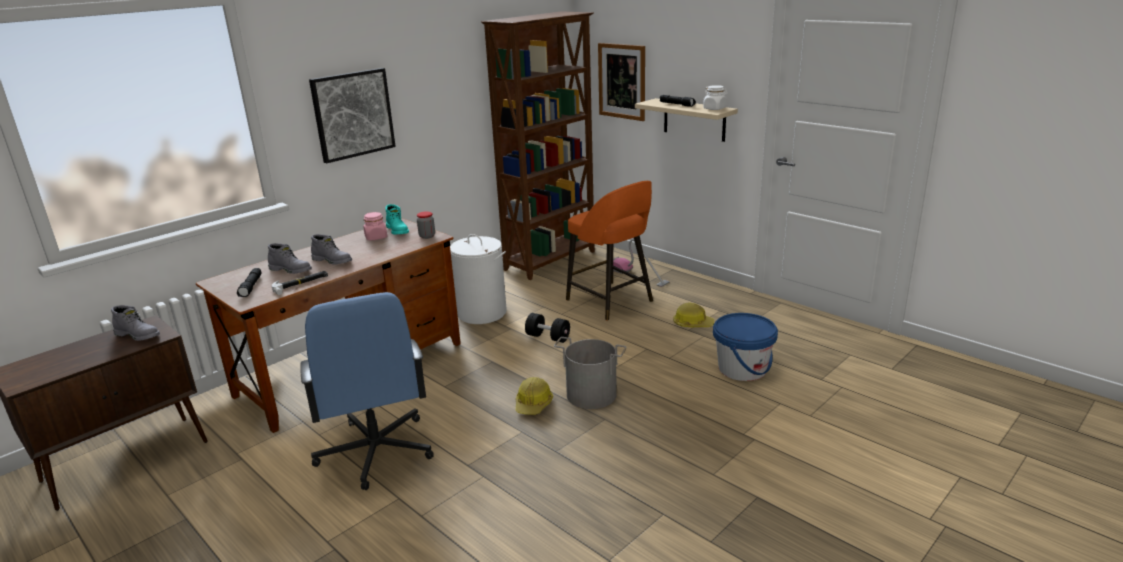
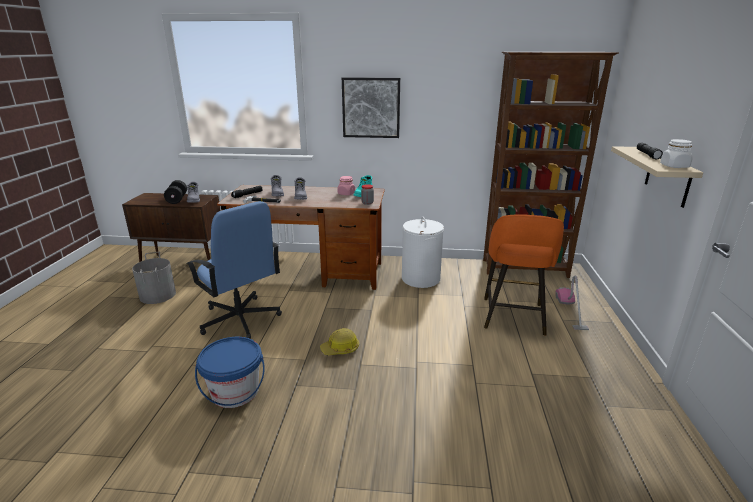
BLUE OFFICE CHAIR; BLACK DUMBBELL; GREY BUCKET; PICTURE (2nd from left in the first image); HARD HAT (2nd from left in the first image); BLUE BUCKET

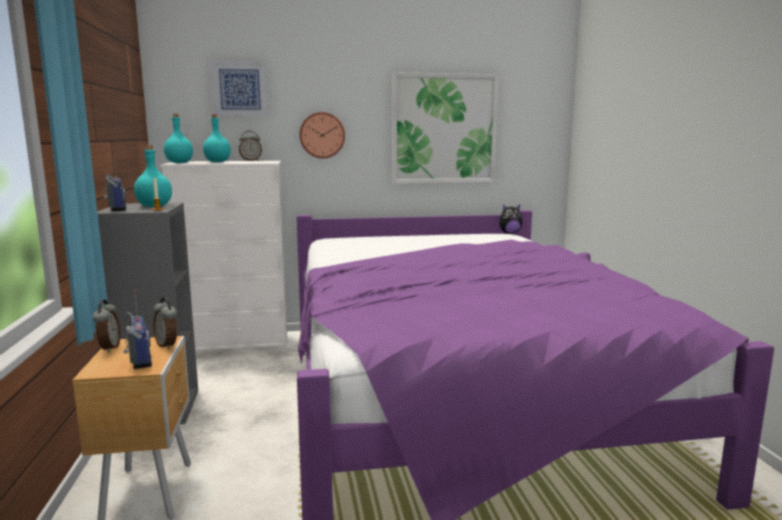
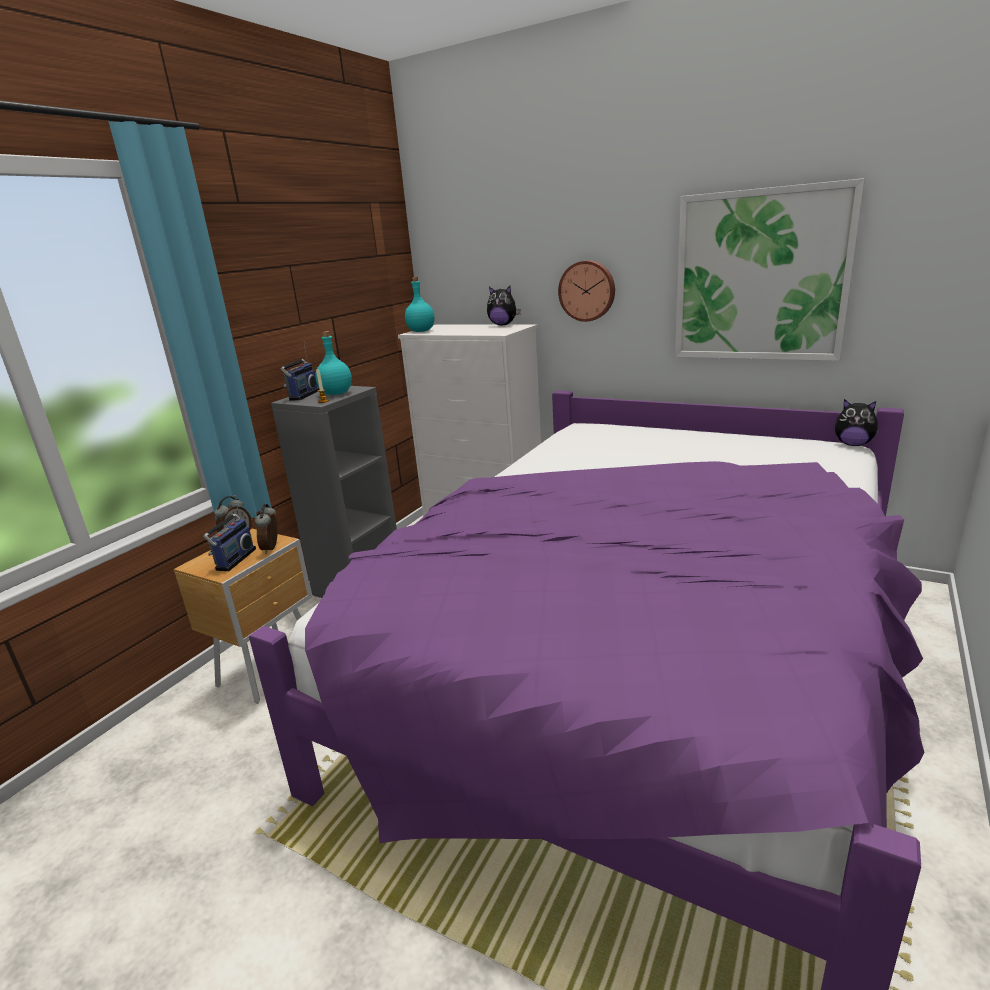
TURQUOISE BOTTLE (3rd from left in the first image); PICTURE (1st from left in the first image); PLUSH TOY (1st from left)

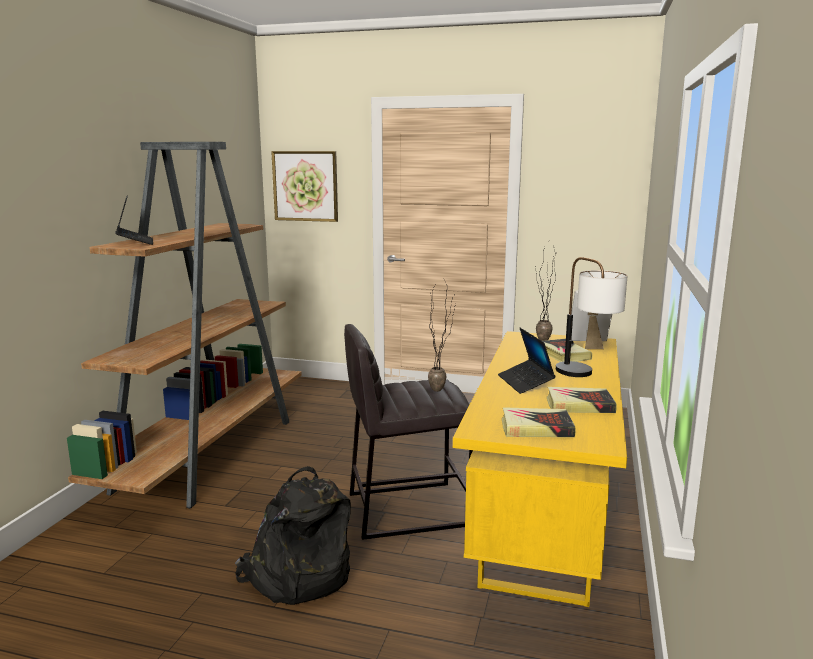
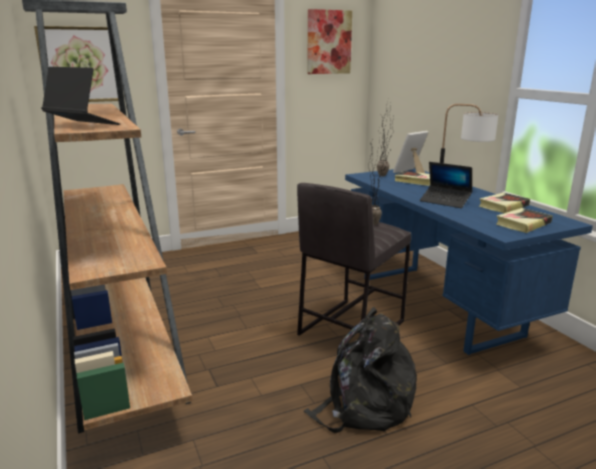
BLUE DESK; PICTURE (2nd from left)

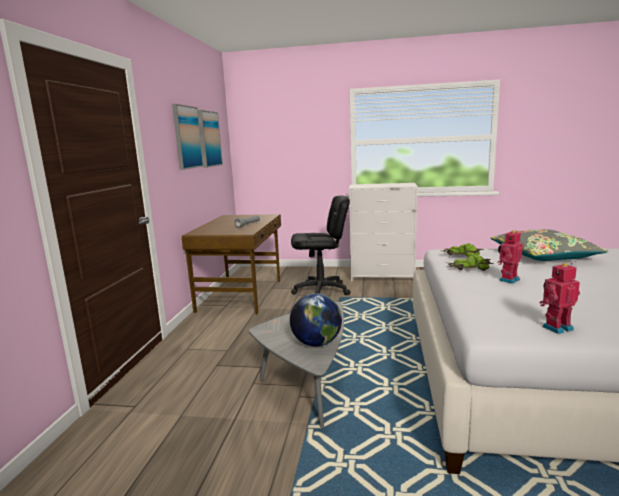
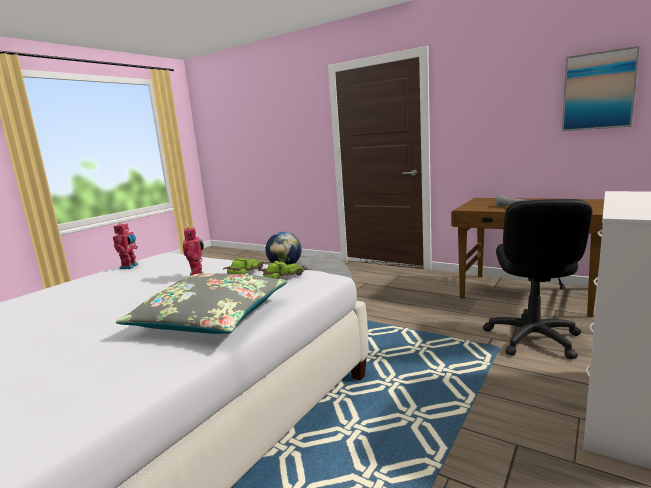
PICTURE (1st from left in the first image)

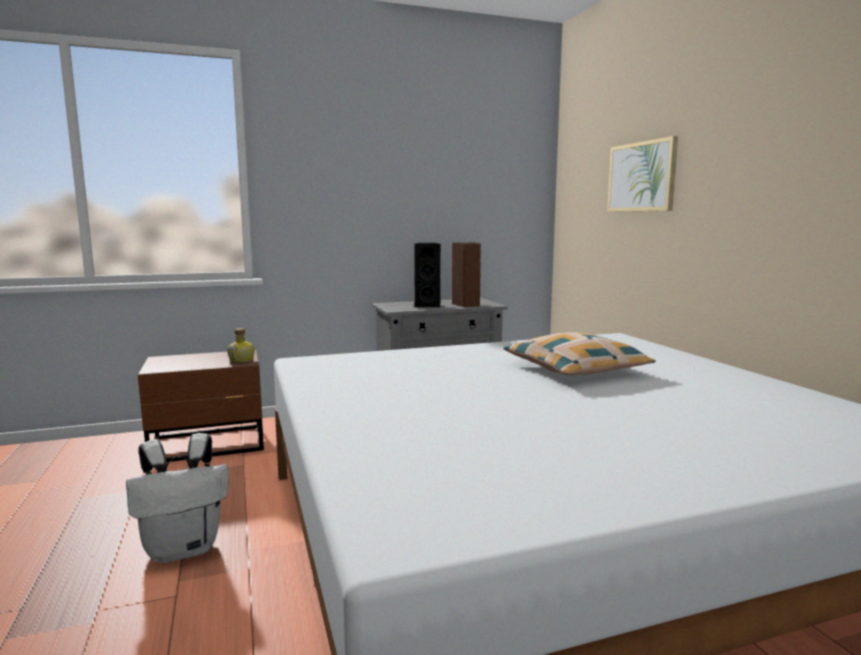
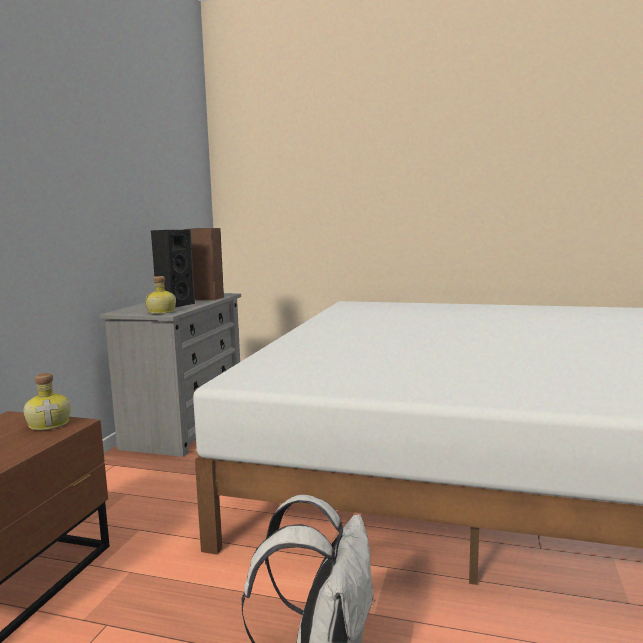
PILLOW; PICTURE; BOTTLE (2nd from left)

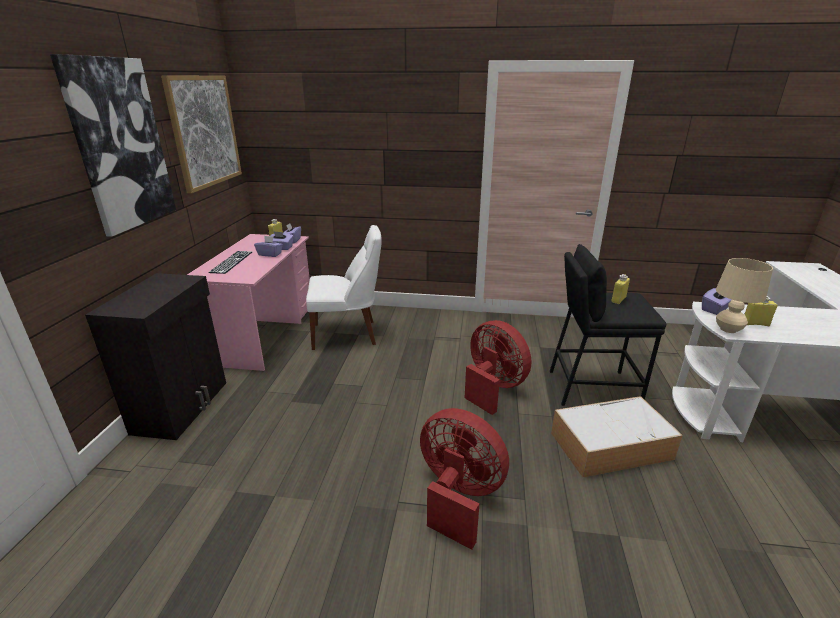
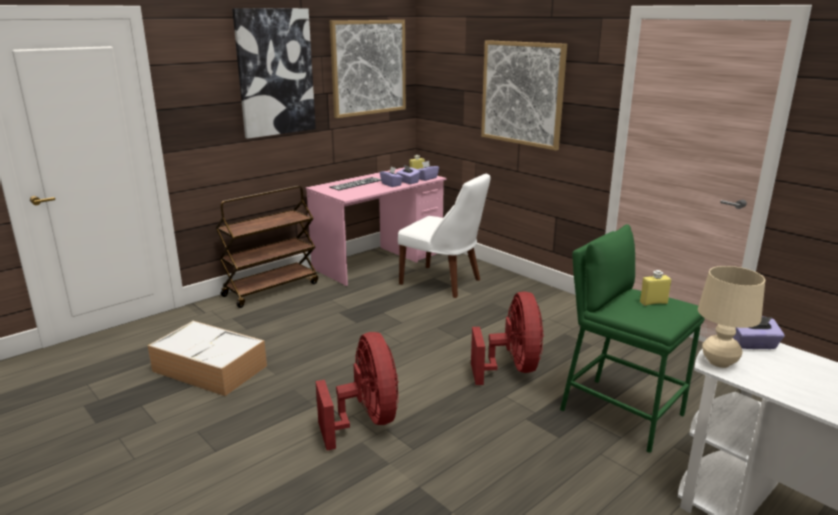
BROWN CART; GREEN STOOL; STORAGE BOX; YELLOW BOTTLE (3rd from left in the first image); PICTURE (3rd from left)

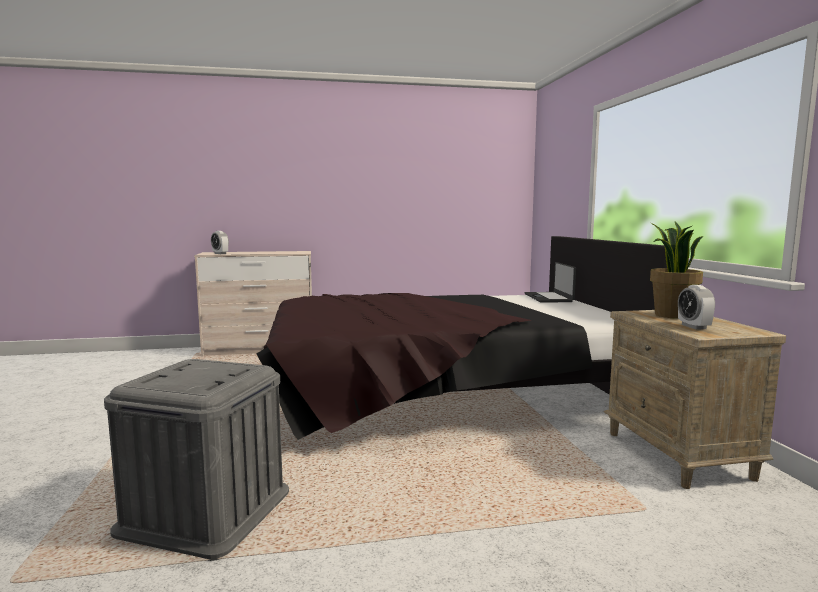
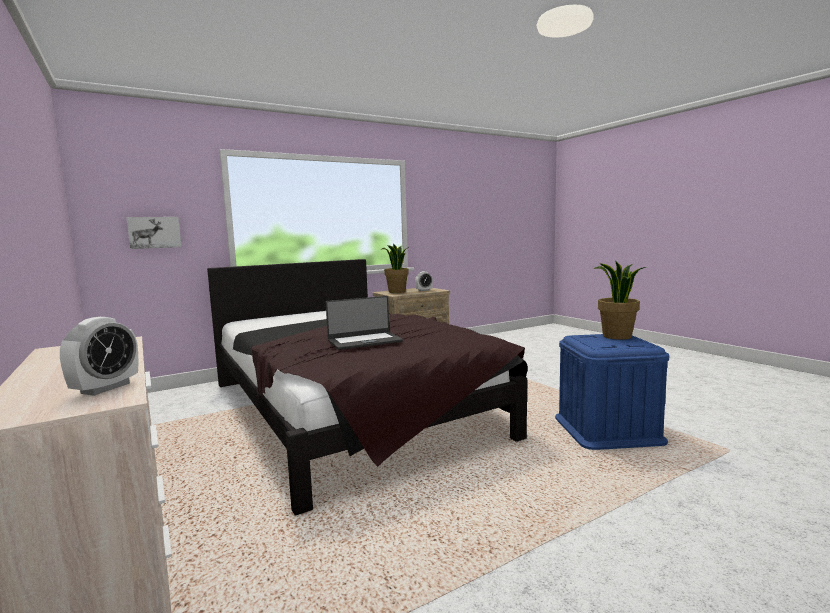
BLUE STORAGE BOX; LAPTOP; PICTURE; POTTED PLANT (2nd from left)

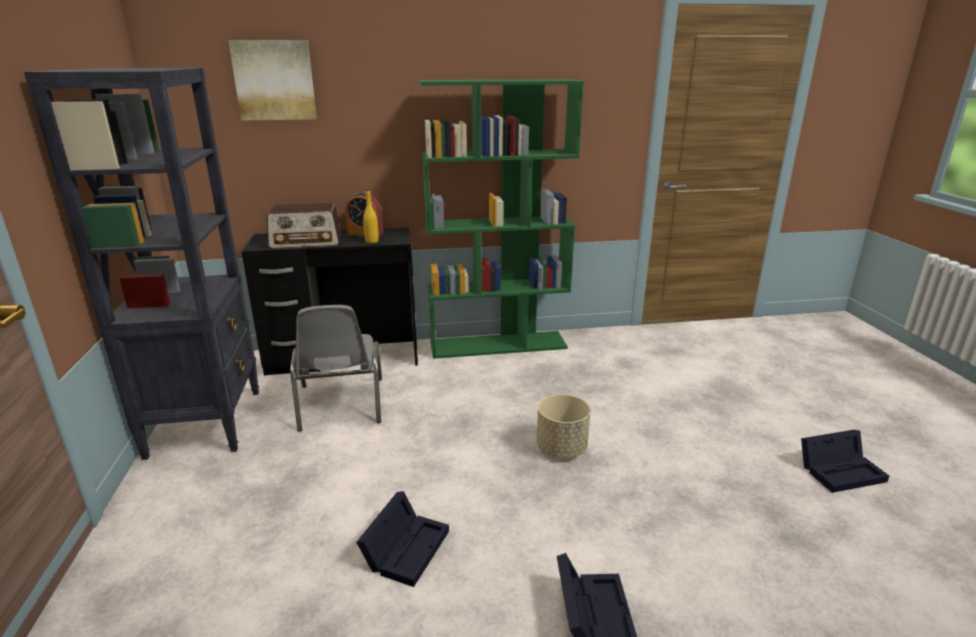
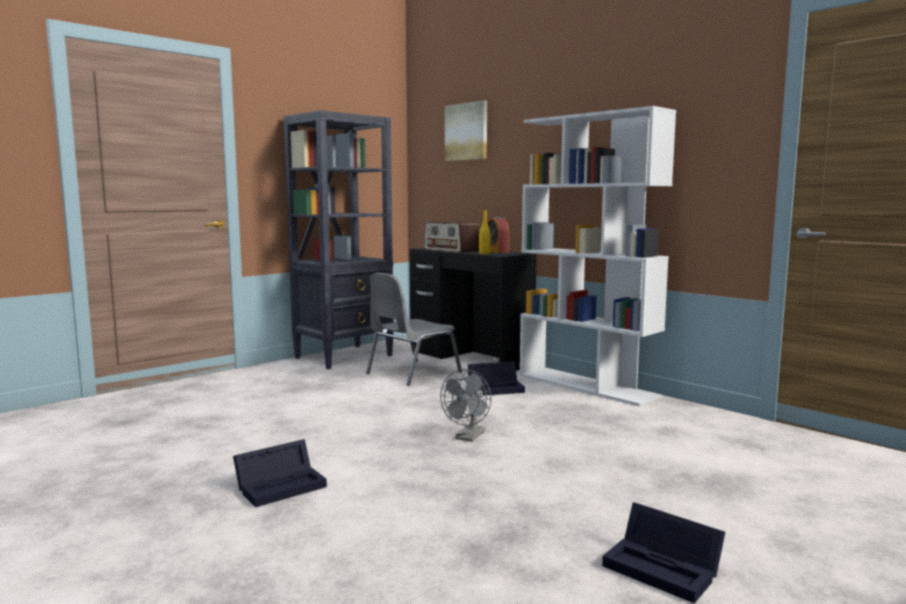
BLACK STORAGE BOX (2nd from left); WHITE BOOKCASE; GREY FAN

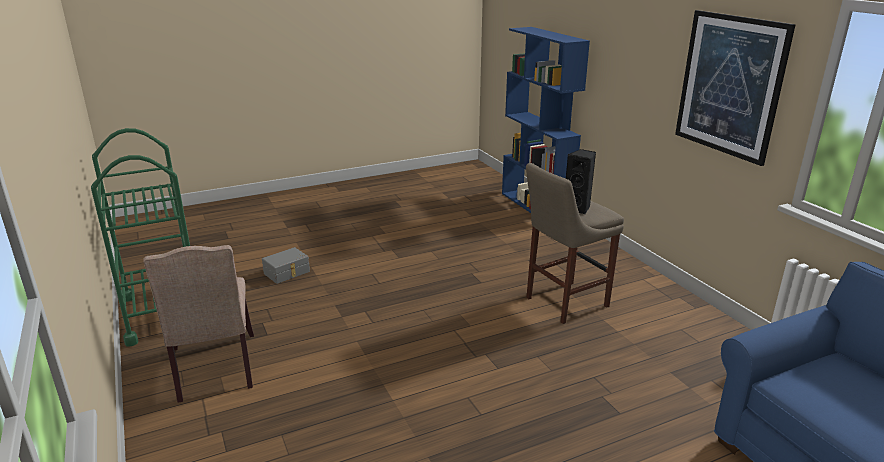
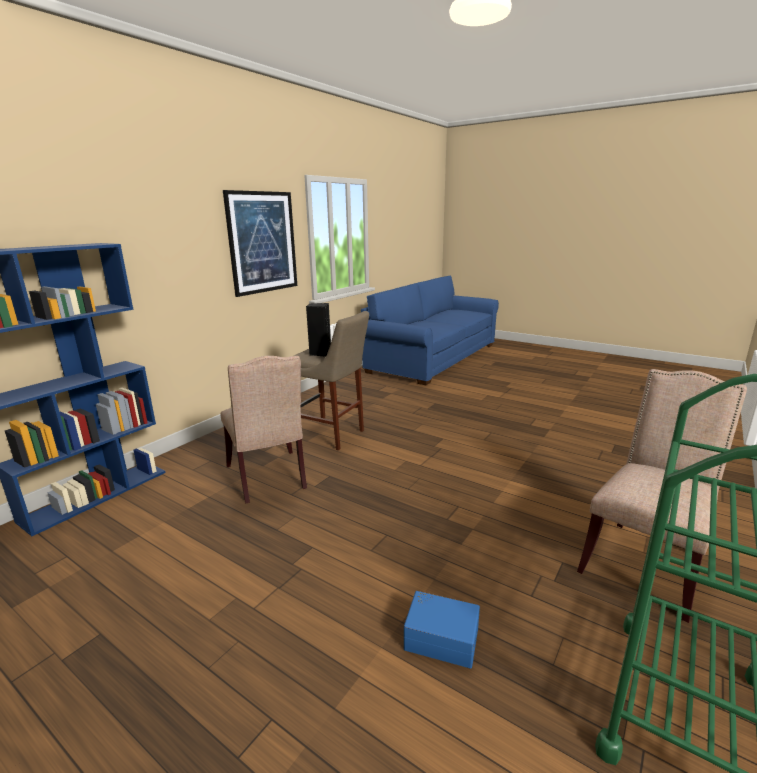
BLUE STORAGE BOX; BEIGE CHAIR (1st from left)

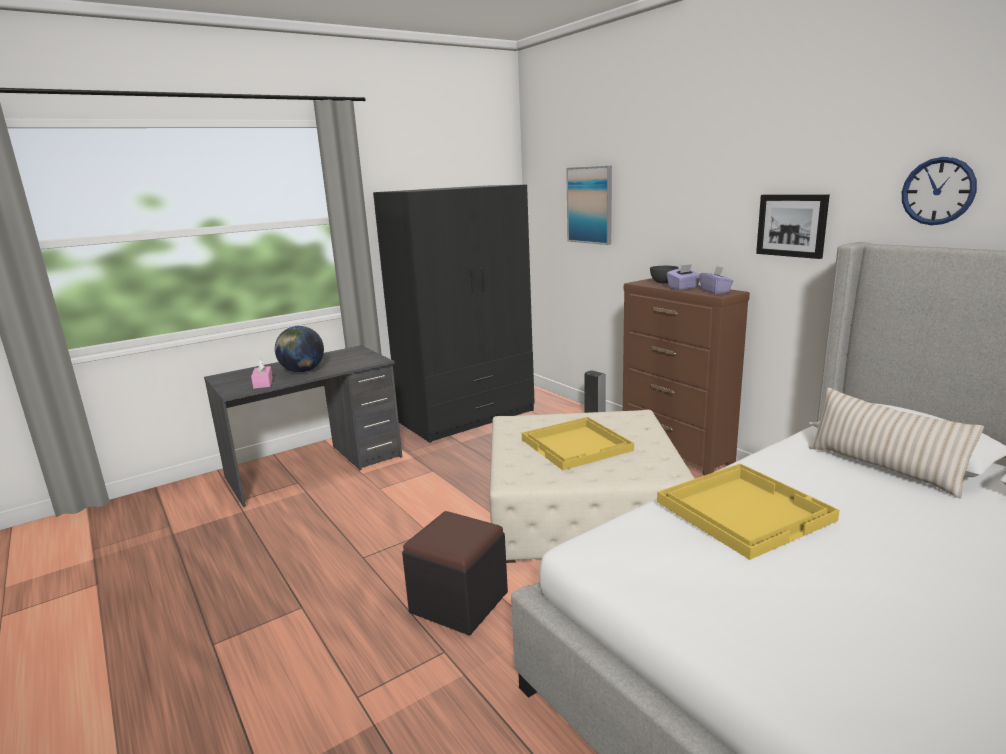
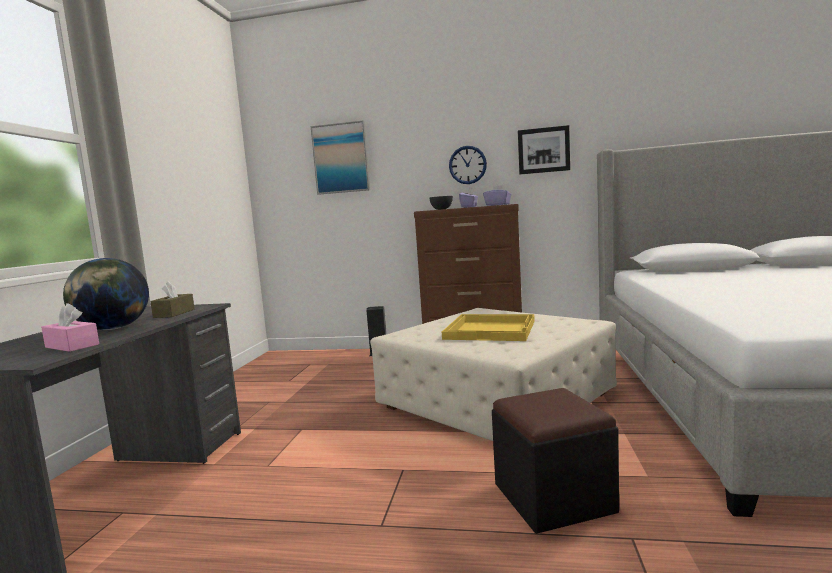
BLACK WARDROBE; YELLOW TRAY (2nd from left in the first image); BEIGE PILLOW; WALL CLOCK; BROWN TISSUE BOX

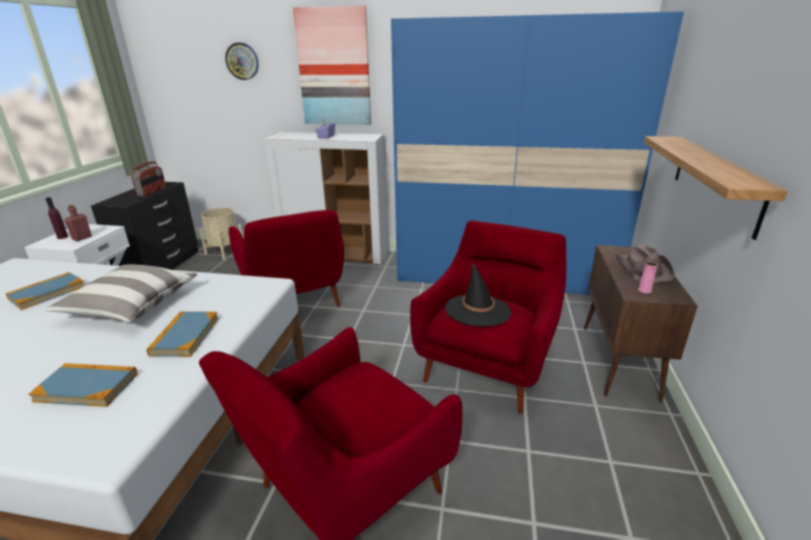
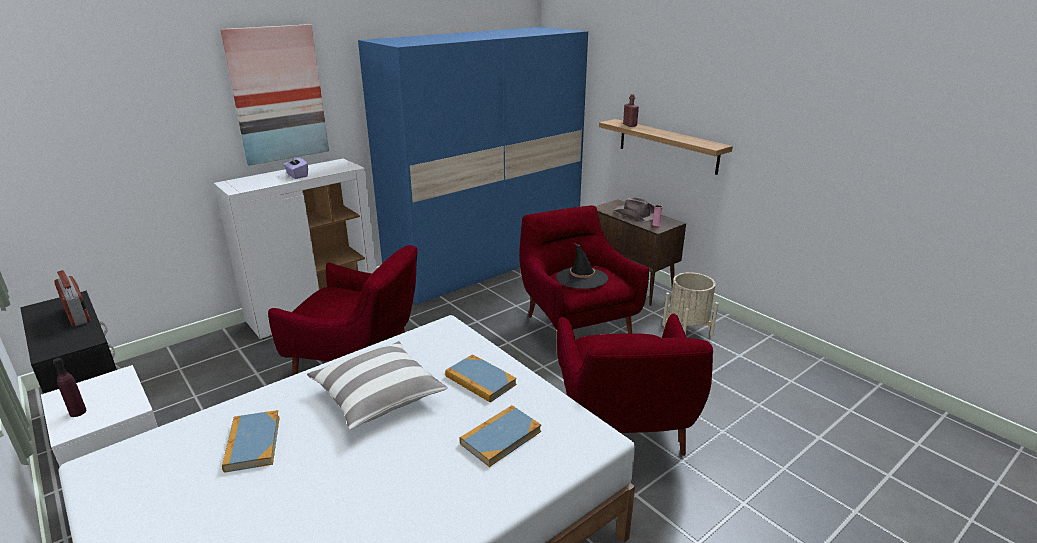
RED BOTTLE; BEIGE PLANTER; WALL CLOCK

